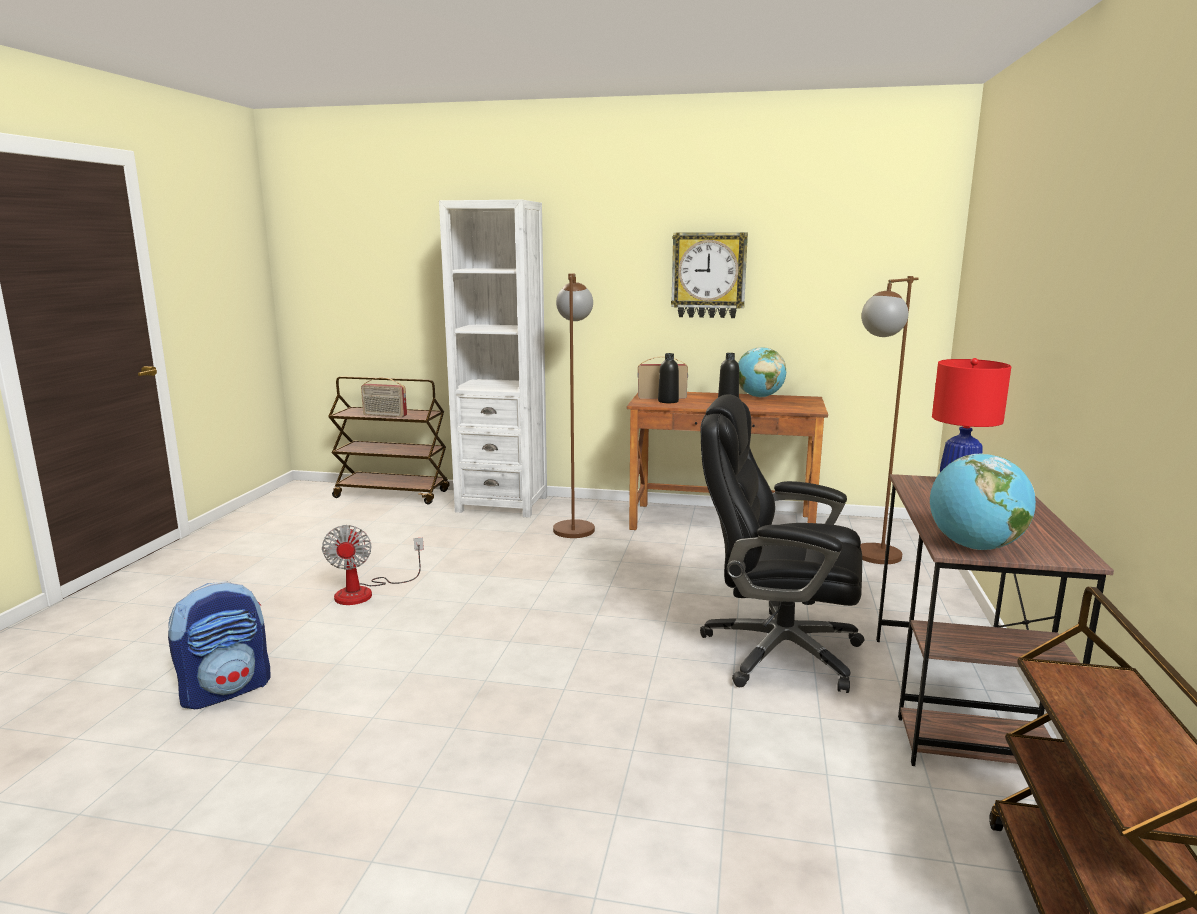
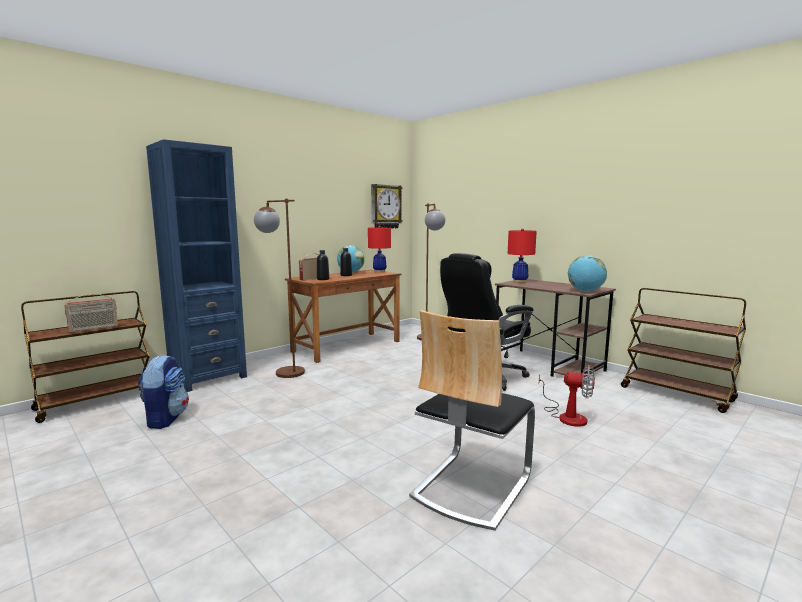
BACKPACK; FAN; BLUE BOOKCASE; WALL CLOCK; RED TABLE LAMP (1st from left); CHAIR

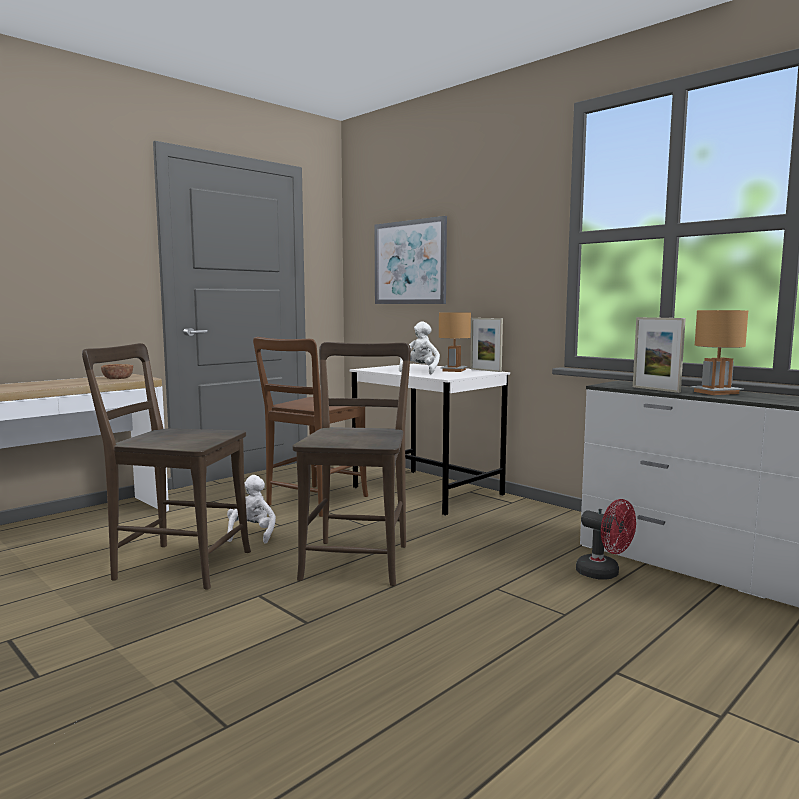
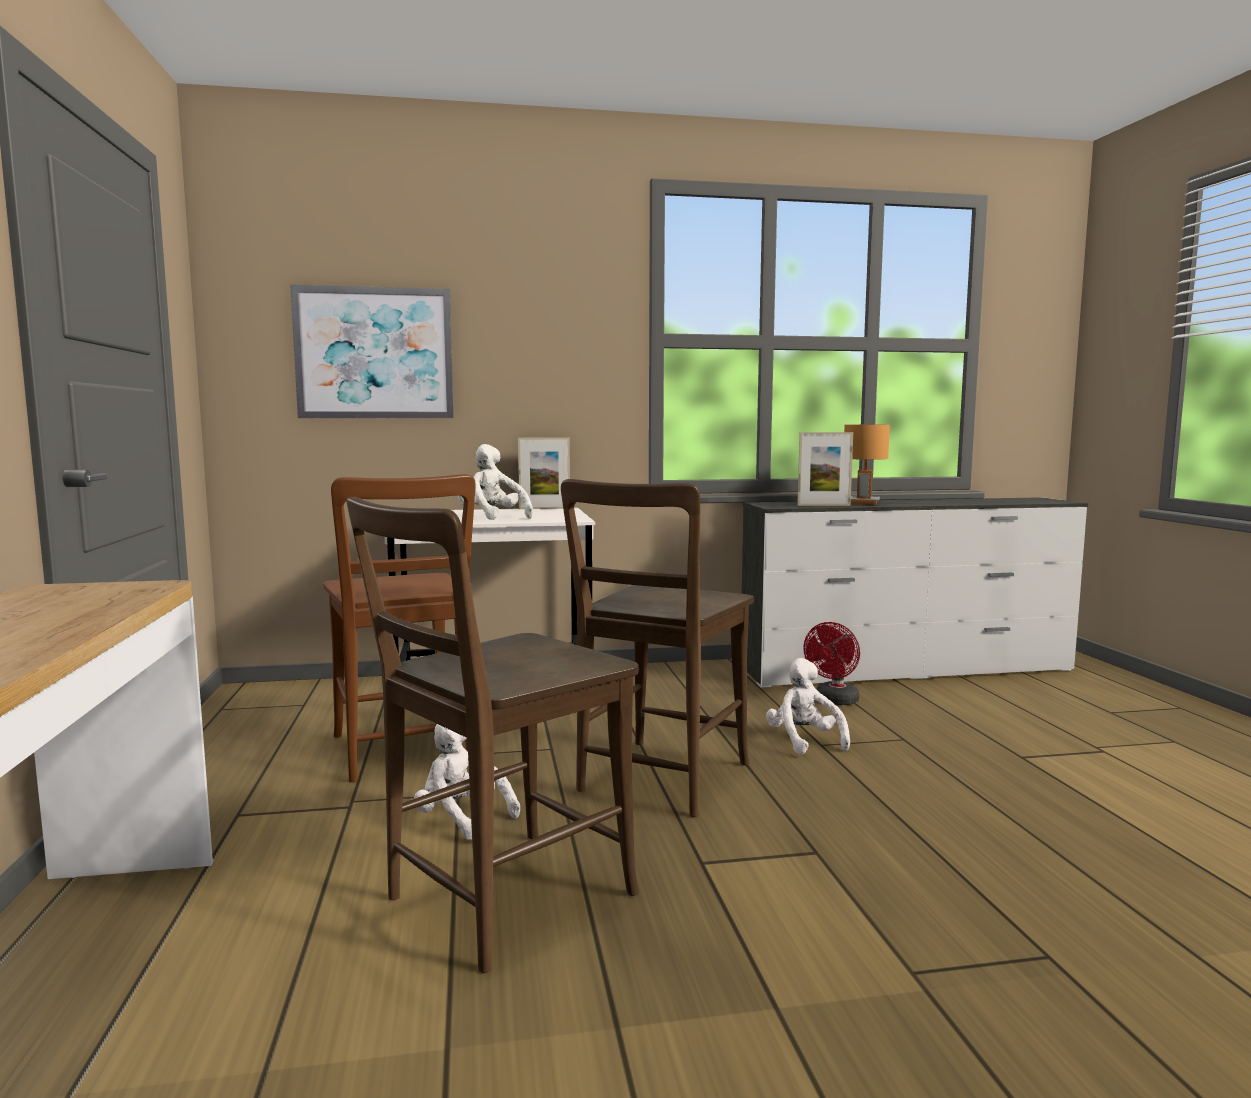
BROWN BOWL; BROWN CHAIR (3rd from left); BROWN TABLE LAMP (1st from left in the first image); RED FAN; WHITE PLUSH TOY (3rd from left)

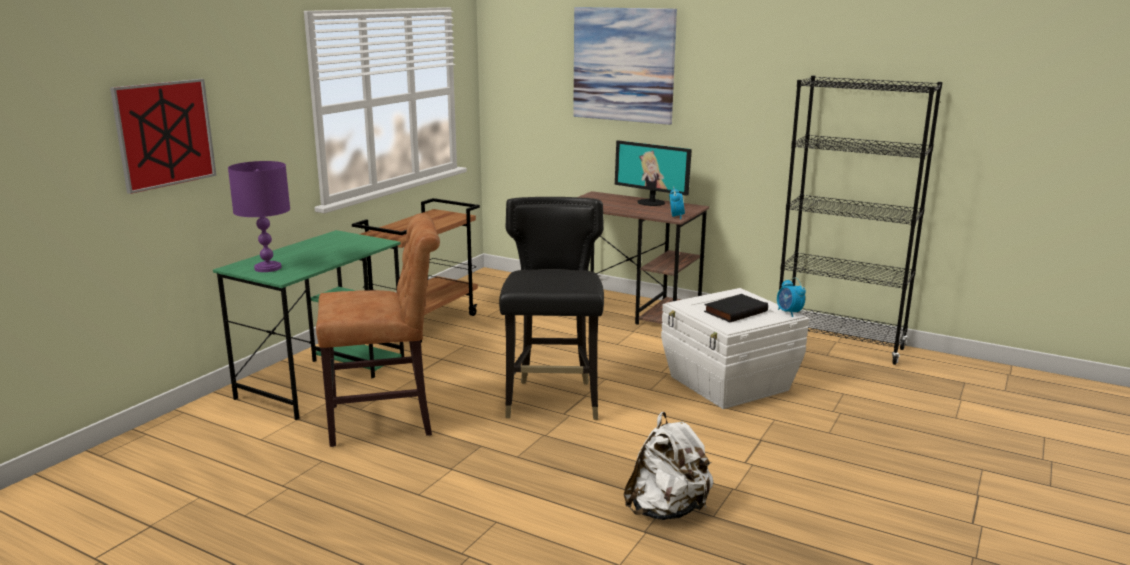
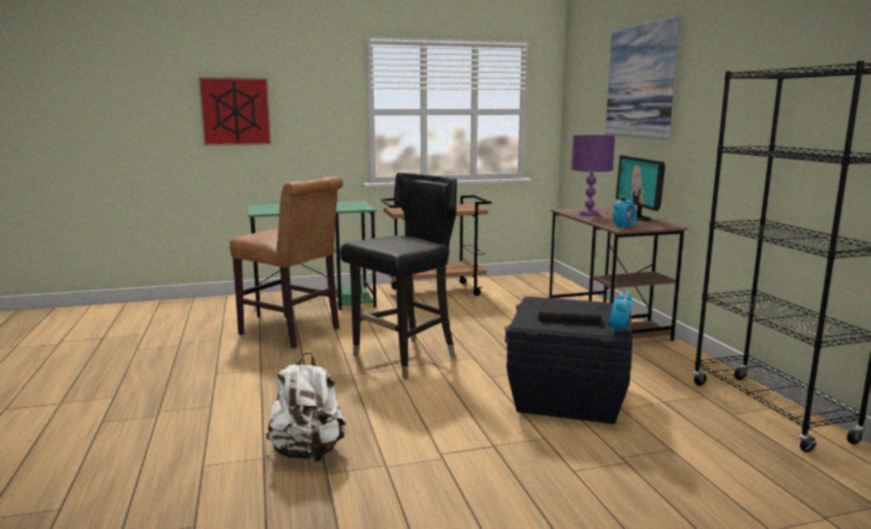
PURPLE TABLE LAMP; BLACK STORAGE BOX

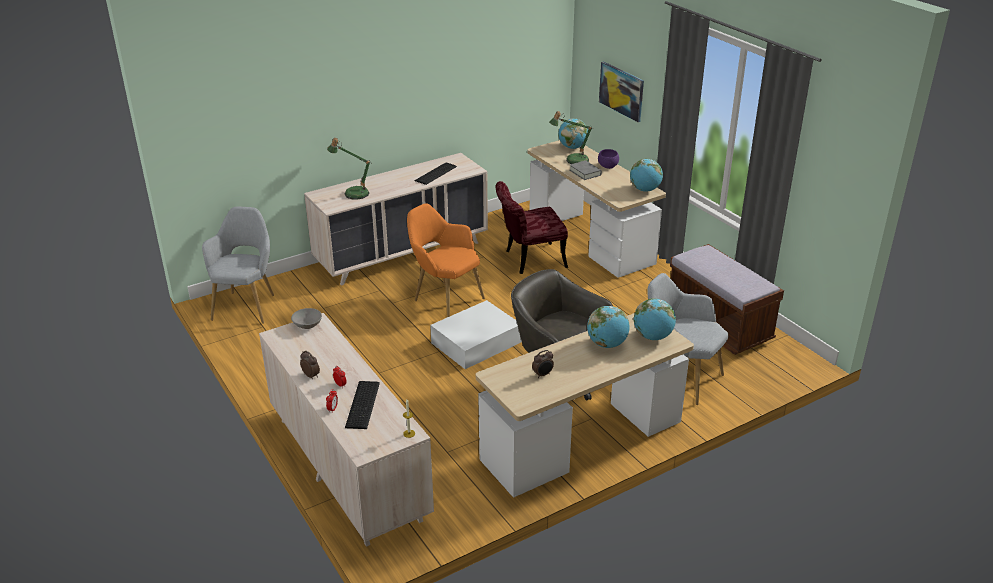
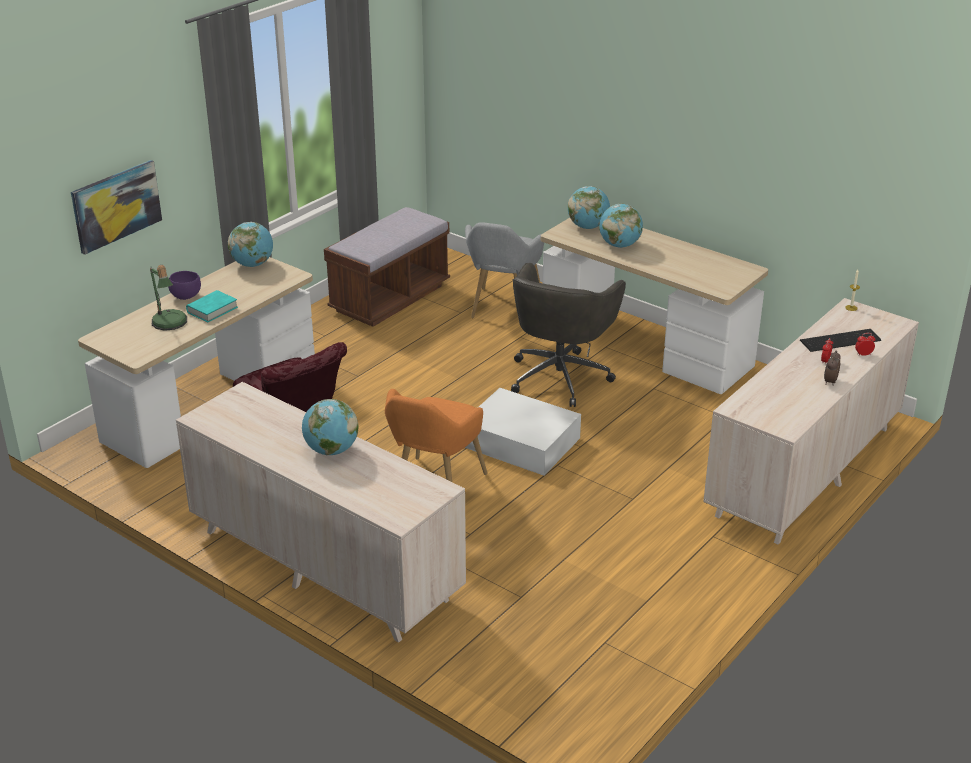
GREY ARMCHAIR (1st from left in the first image); GREY BOWL; TABLE LAMP (1st from left in the first image); KEYBOARD (2nd from left in the first image); ALARM CLOCK (4th from left in the first image); GLOBE (2nd from left); TURQUOISE BOOK

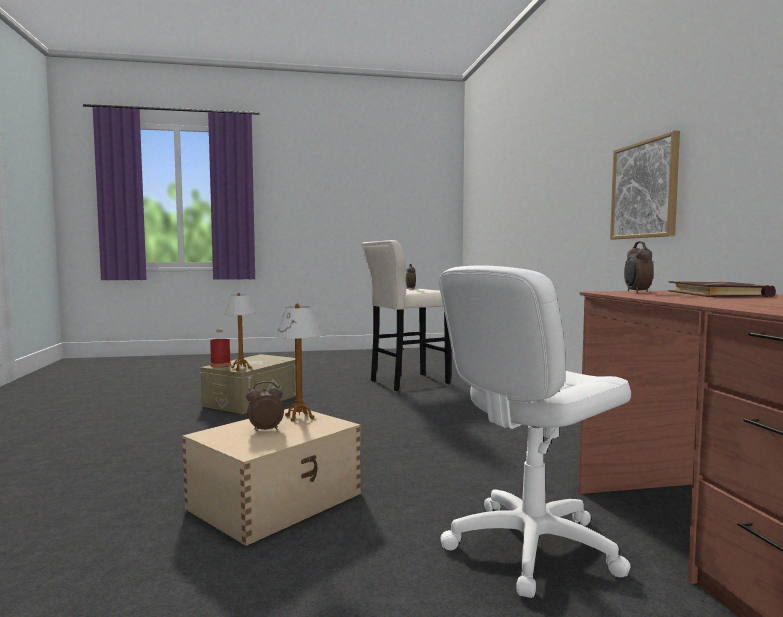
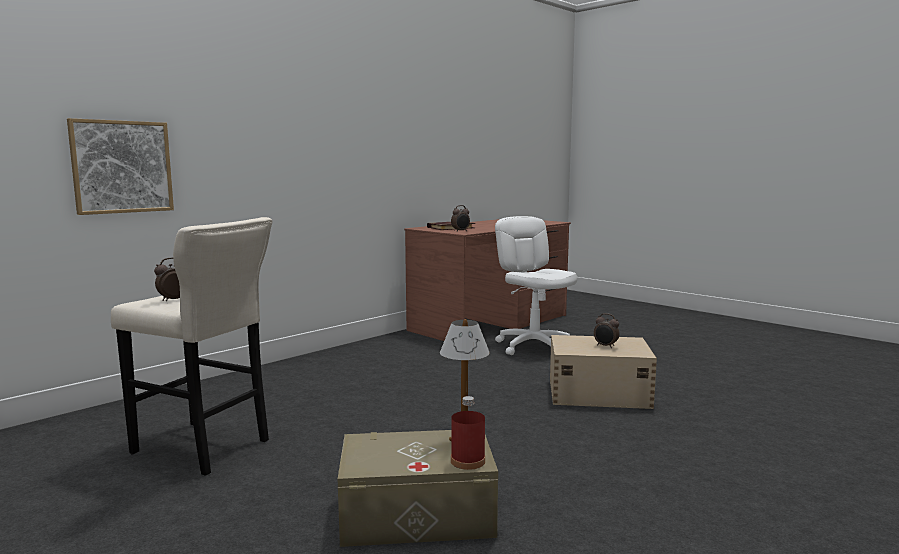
TABLE LAMP (2nd from left in the first image); WHITE OFFICE CHAIR; PICTURE

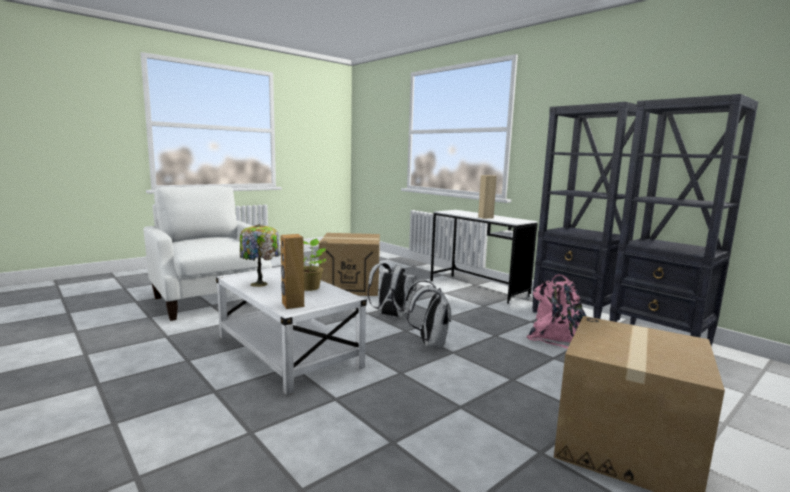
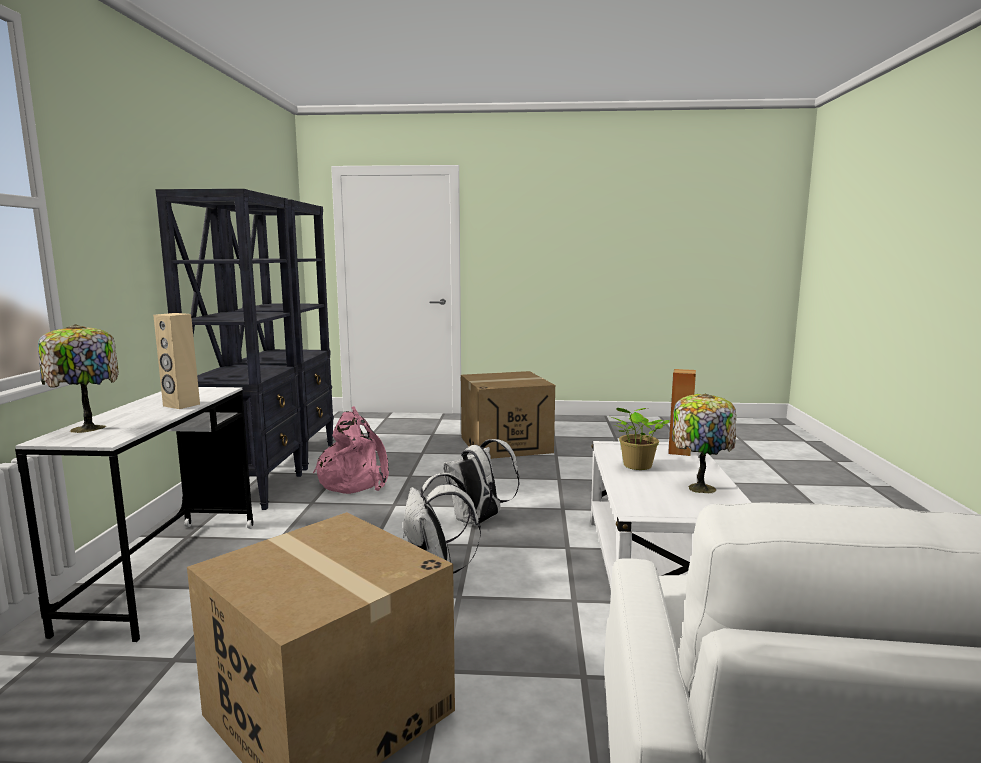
TABLE LAMP (1st from left)

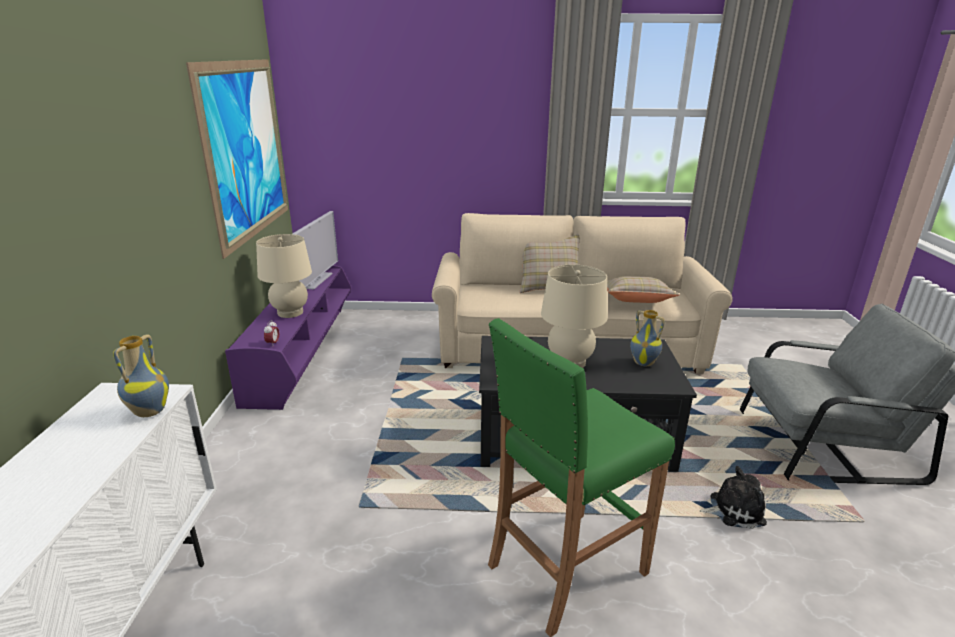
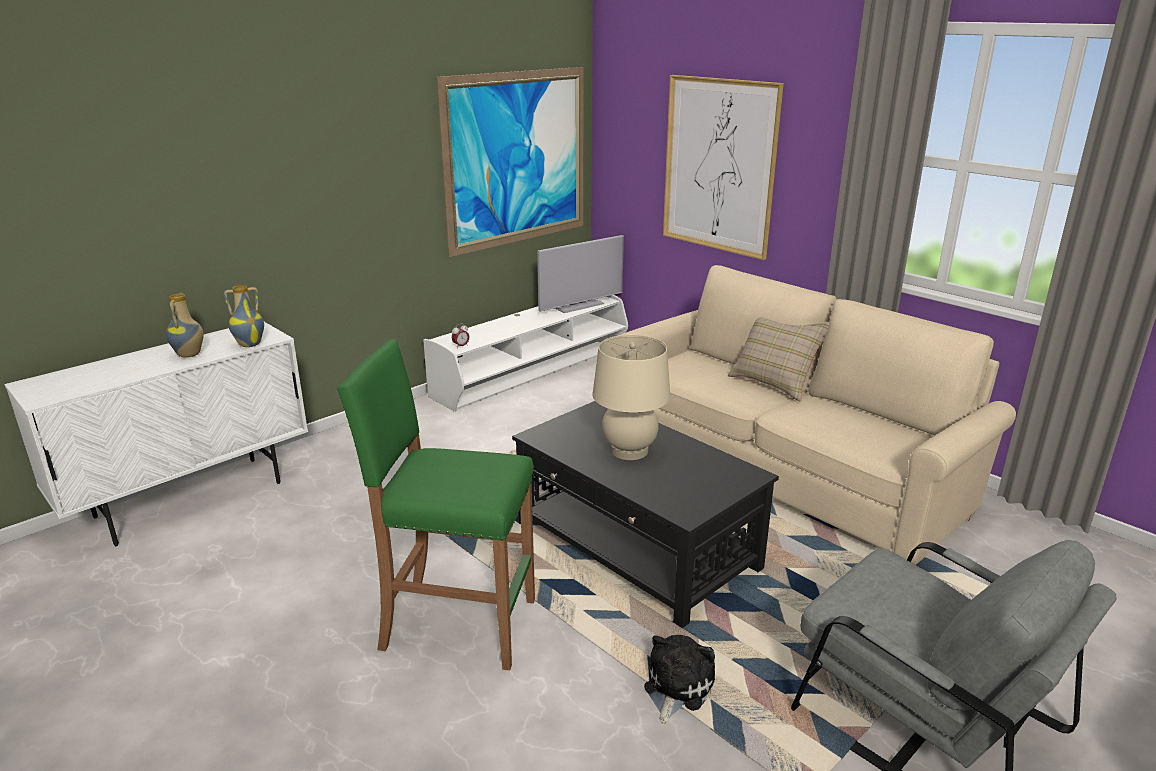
WHITE TV STAND; BEIGE TABLE LAMP (1st from left in the first image); BEIGE PILLOW (2nd from left in the first image); VASE (1st from left); PLUSH TOY; PICTURE (2nd from left)

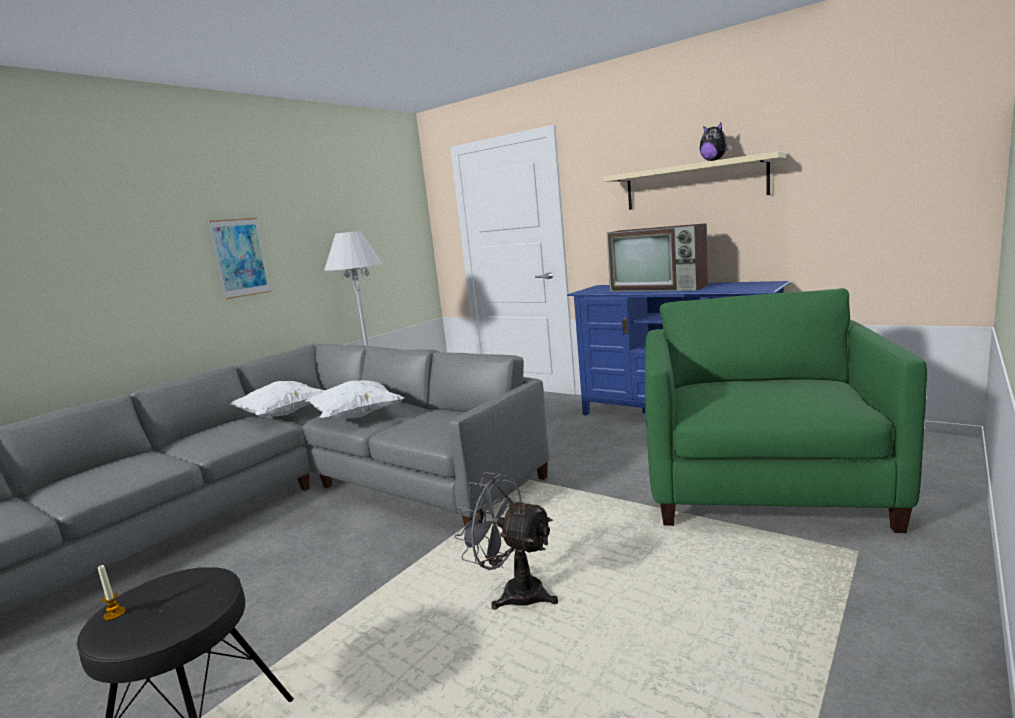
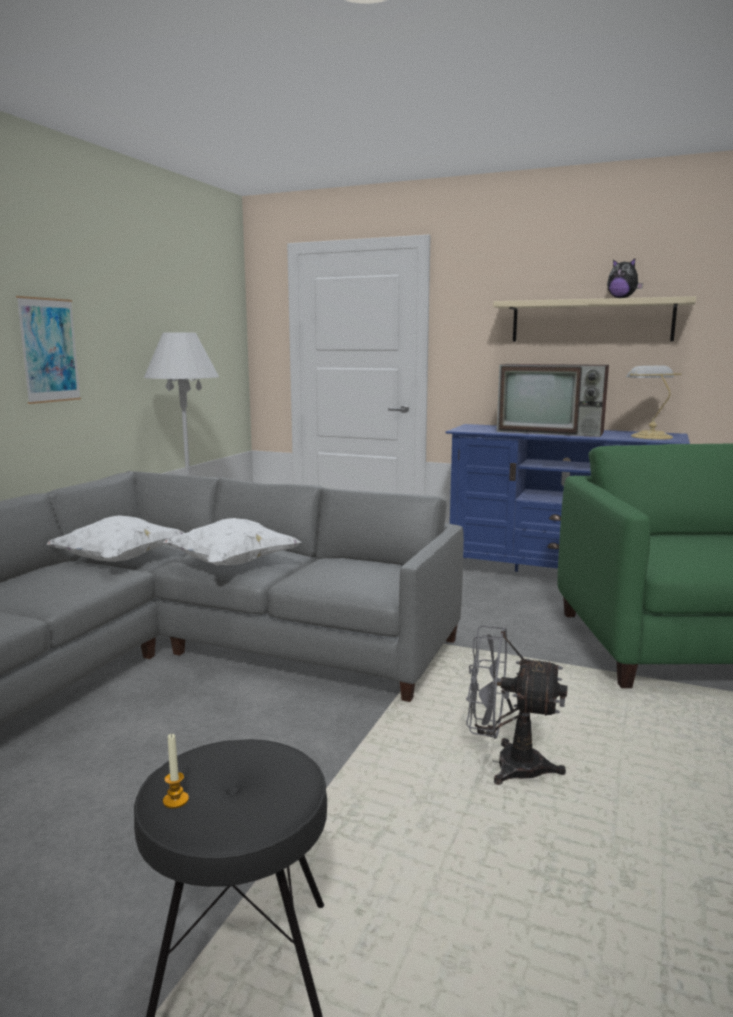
TABLE LAMP

